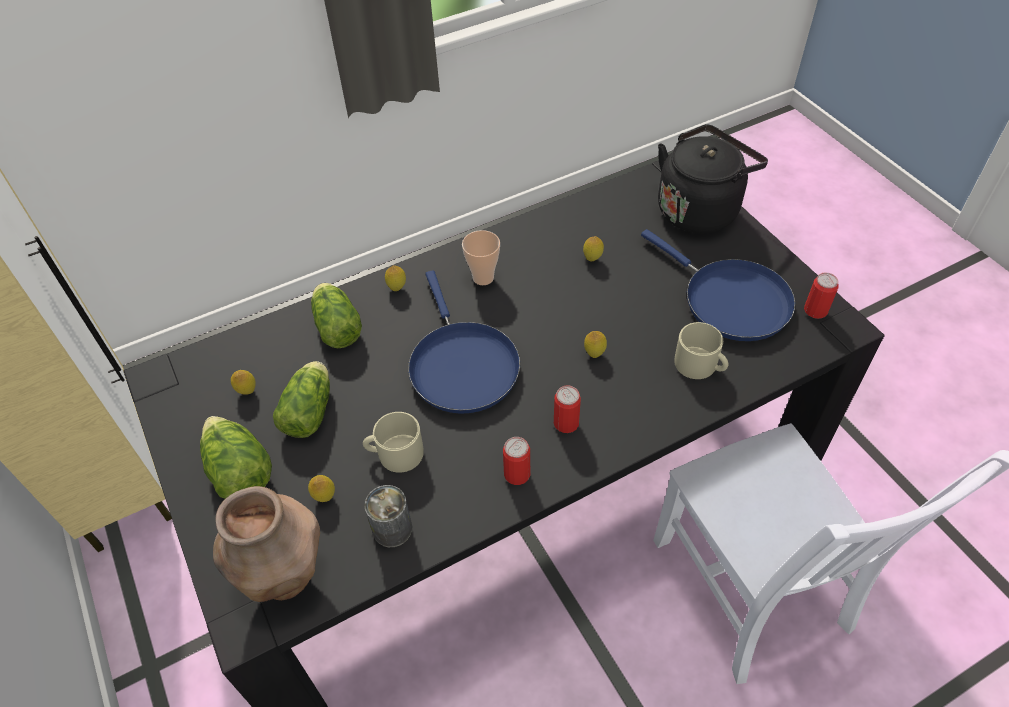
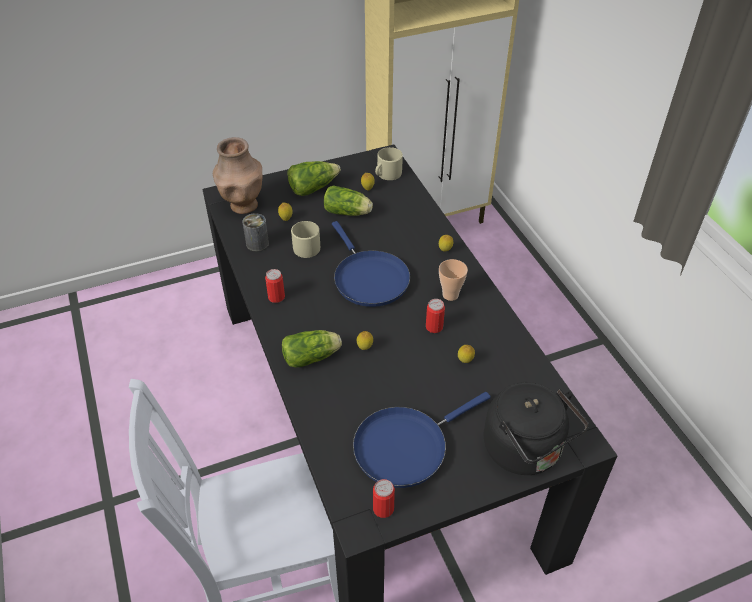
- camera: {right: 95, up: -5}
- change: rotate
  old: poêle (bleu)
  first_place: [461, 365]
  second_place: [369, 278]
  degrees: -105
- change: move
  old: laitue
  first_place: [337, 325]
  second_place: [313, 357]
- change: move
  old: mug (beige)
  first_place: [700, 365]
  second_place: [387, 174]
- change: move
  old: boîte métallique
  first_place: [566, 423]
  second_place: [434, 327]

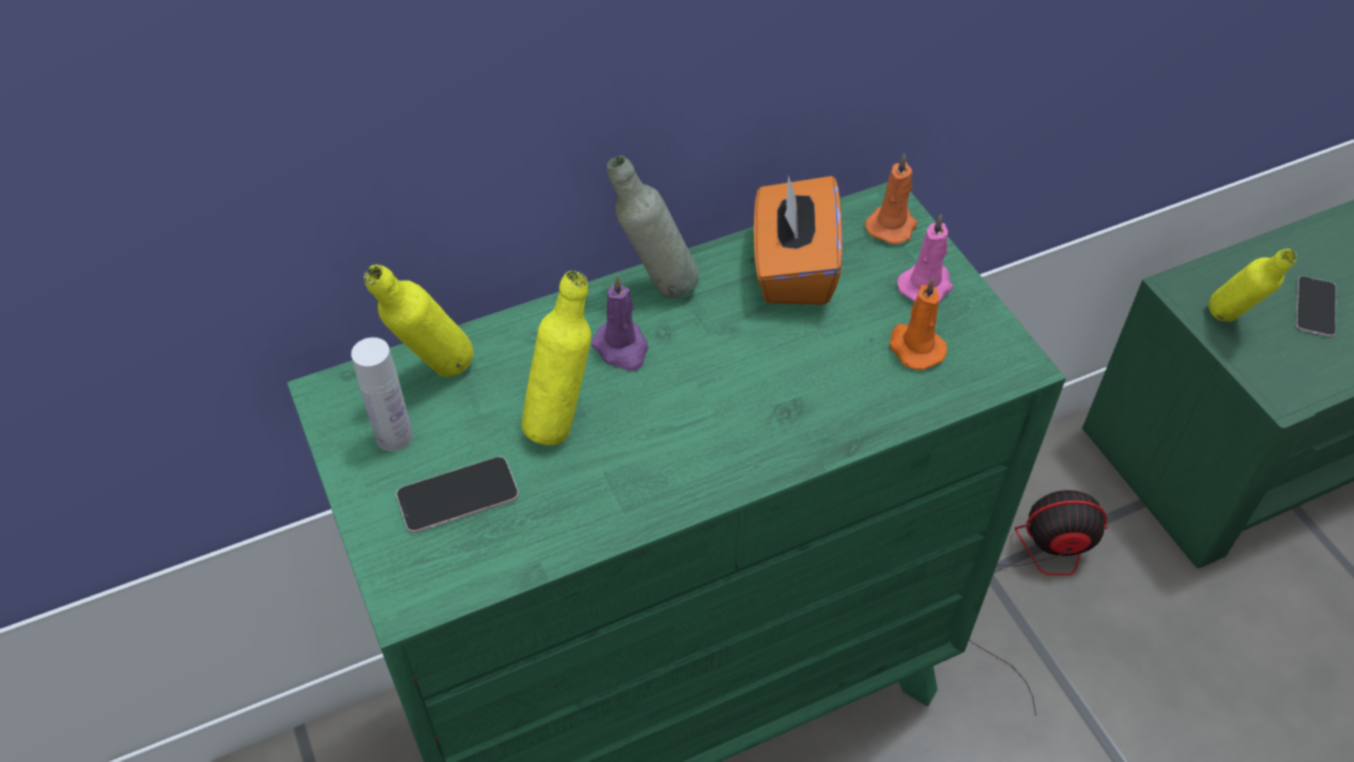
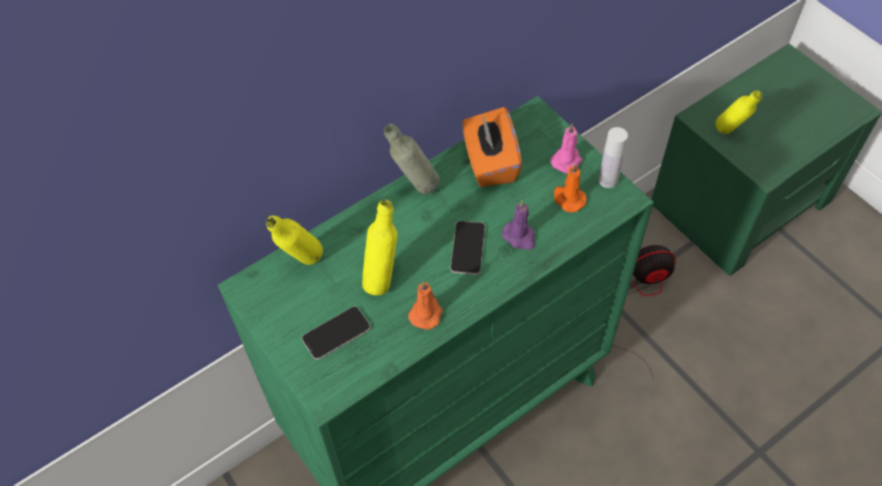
- camera: {right: -10, up: 5}
- change: move
  old: bougie (orange)
  first_place: [892, 225]
  second_place: [426, 313]
- change: move
  old: bougie (violet)
  first_place: [622, 349]
  second_place: [520, 237]
- change: move
  old: téléphone
  first_place: [1315, 307]
  second_place: [468, 248]
- change: move
  old: bouteille (blanc)
  first_place: [394, 436]
  second_place: [608, 180]

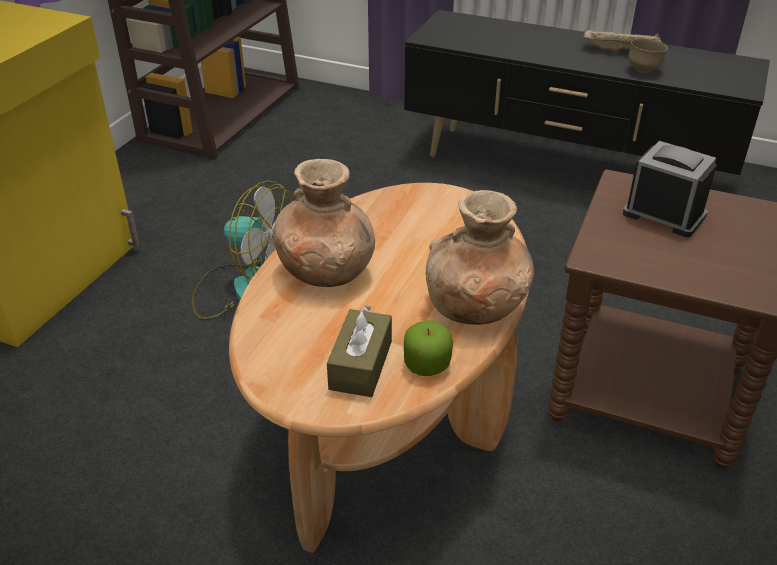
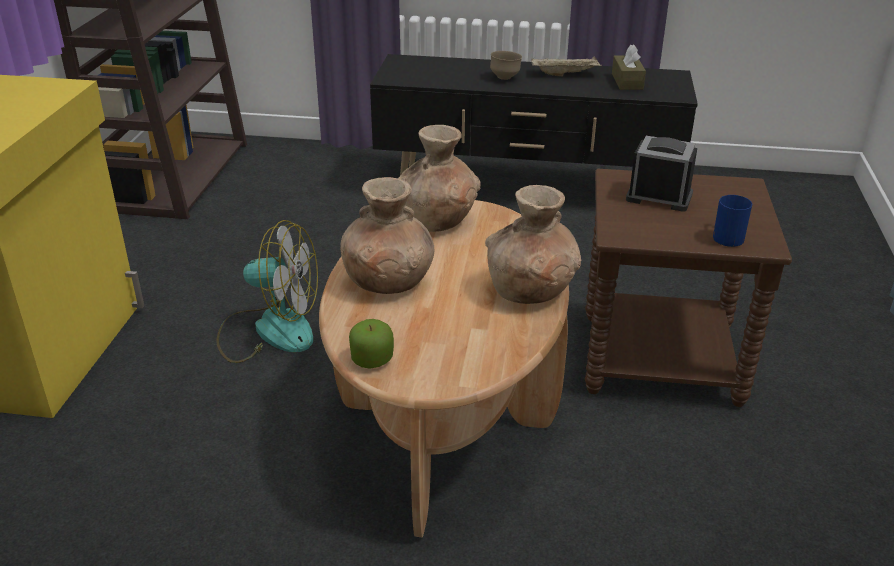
- camera: {right: -15, up: -5}
- change: move
  old: bol (marron)
  first_place: [644, 70]
  second_place: [505, 78]
- change: move
  old: boîte à mouchoirs (marron)
  first_place: [361, 365]
  second_place: [627, 81]
- change: move
  old: pomme
  first_place: [427, 364]
  second_place: [372, 360]
- change: insert
  new: vase (marron)
  second_place: [437, 221]
- change: insert
  new: mug (bleu)
  second_place: [726, 236]

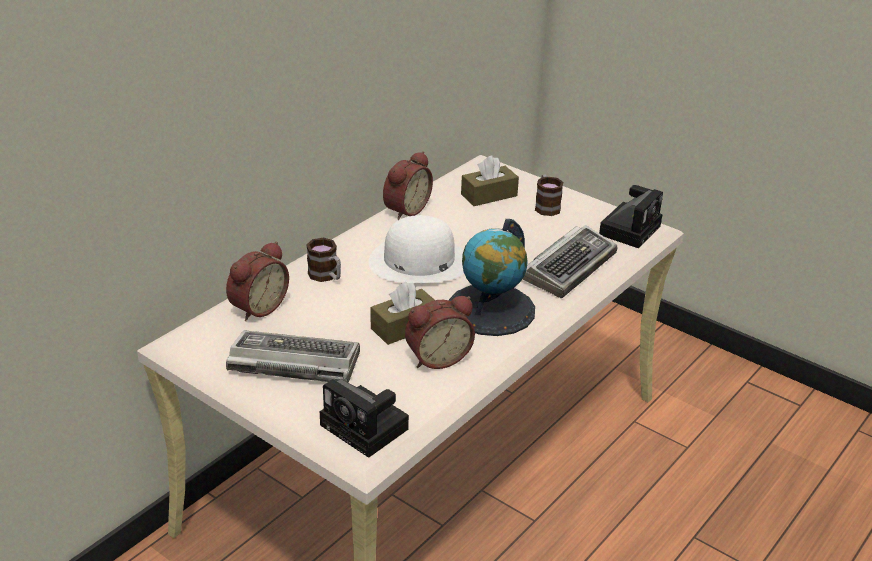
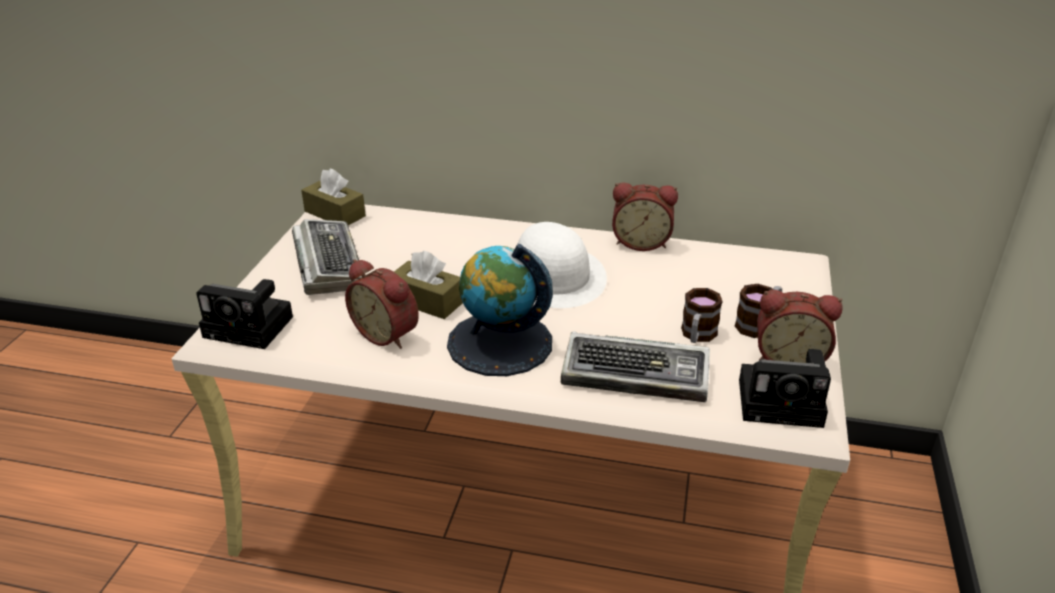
- camera: {right: 65, up: 0}
- change: move
  old: boîte à mouchoirs (marron)
  first_place: [489, 195]
  second_place: [335, 214]
- change: move
  old: mug
  first_place: [326, 276]
  second_place: [697, 336]
- change: move
  old: réveil
  first_place: [257, 307]
  second_place: [789, 358]
- change: rotate
  old: appareil photo
  first_place: [367, 428]
  second_place: [252, 327]
  degrees: -90

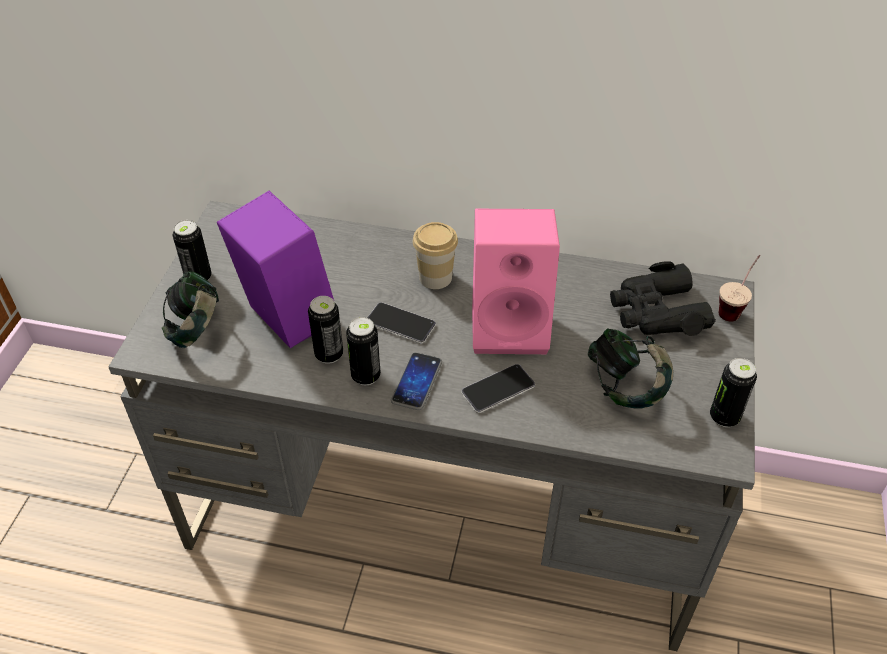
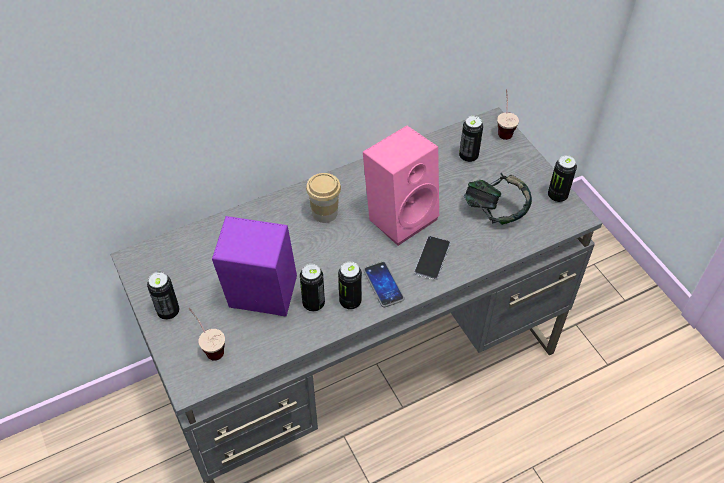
- camera: {right: -40, up: 5}
- change: replace
  old: jumelles (noir)
  new: boîte métallique
  first_place: [656, 312]
  second_place: [468, 156]
- change: replace
  old: casque audio
  new: tasse
  first_place: [196, 329]
  second_place: [209, 346]
- change: delete
  old: téléphone
  first_place: [400, 324]

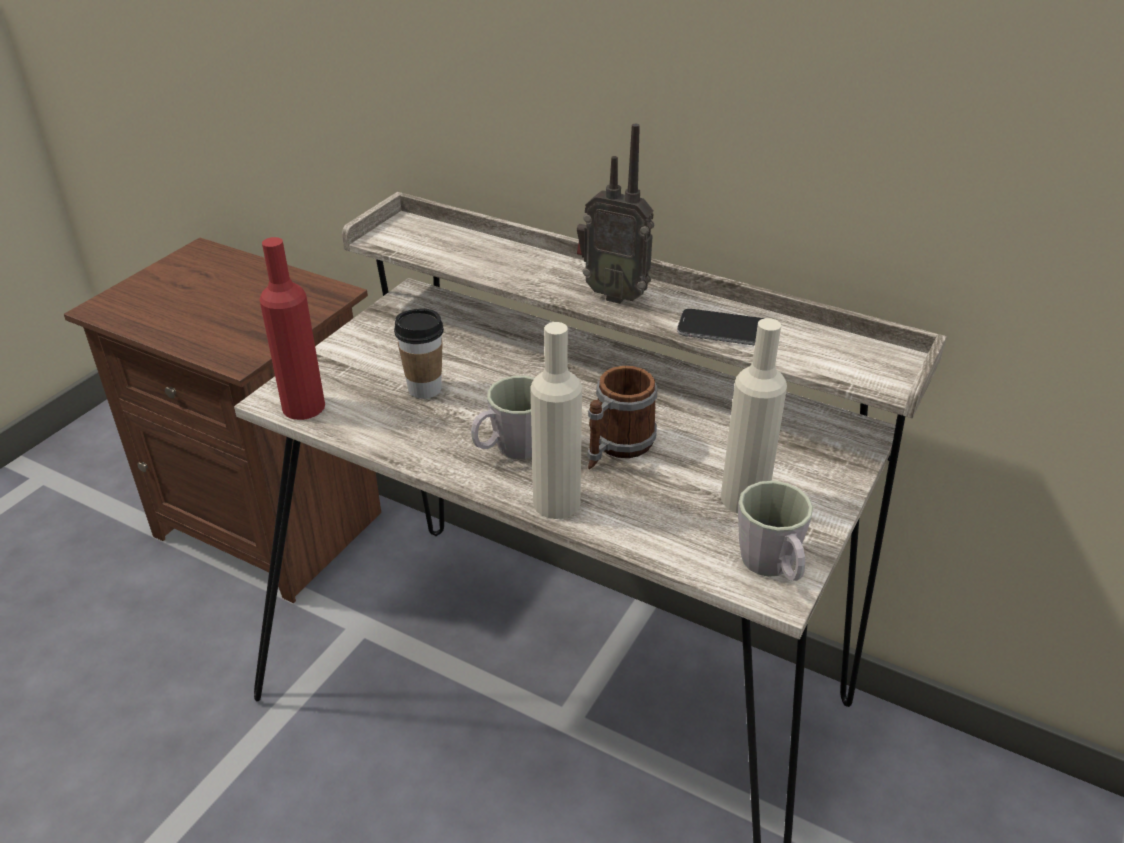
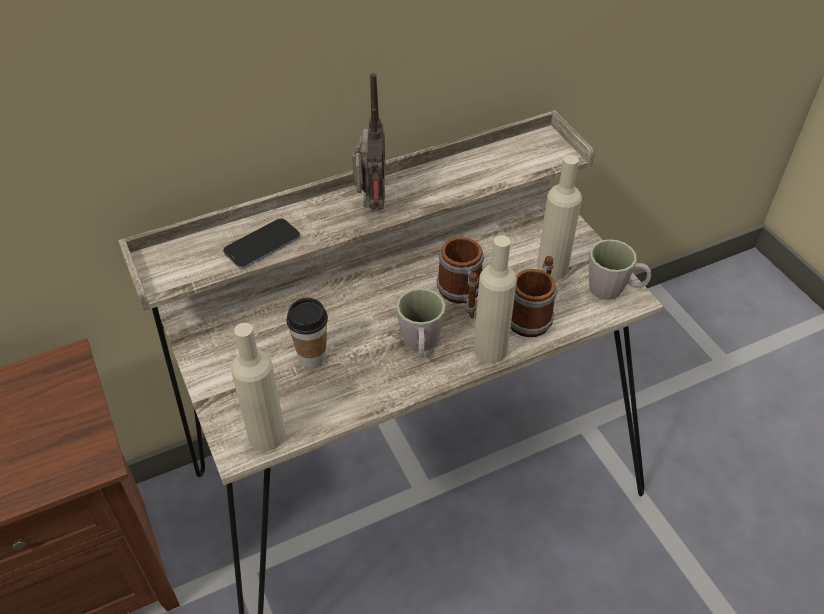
- camera: {right: -55, up: 10}
- change: rotate
  old: radio
  first_place: [615, 294]
  second_place: [371, 205]
  degrees: -60
- change: recolor
  old: bouteille (rouge)
  new: bouteille (beige)
  first_place: [303, 407]
  second_place: [266, 435]
- change: move
  old: téléphone
  first_place: [726, 330]
  second_place: [262, 244]
- change: insert
  new: mug
  second_place: [532, 315]

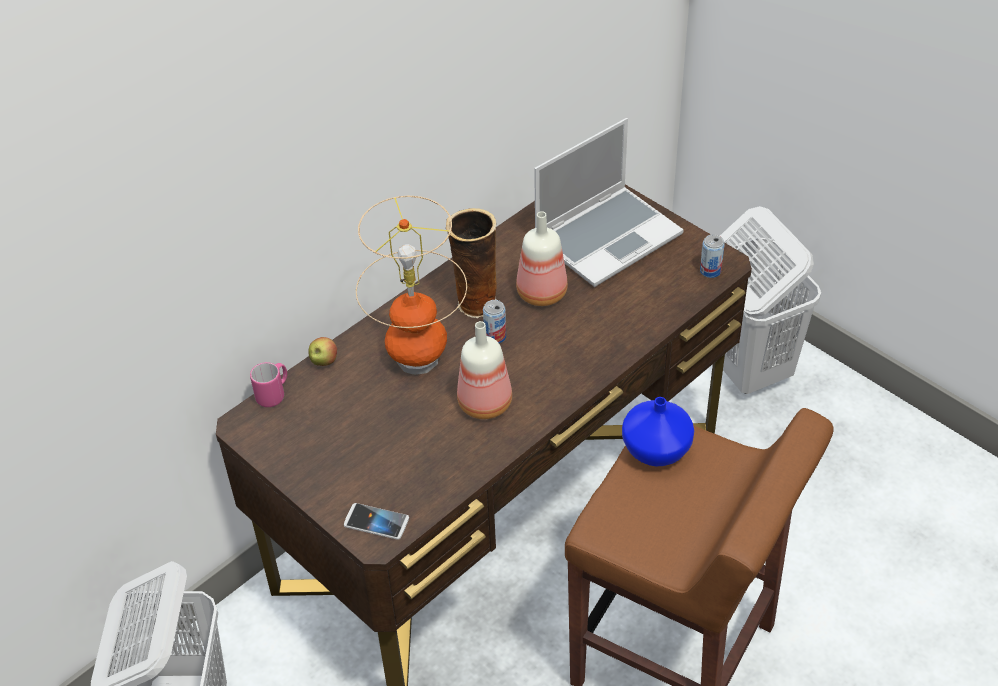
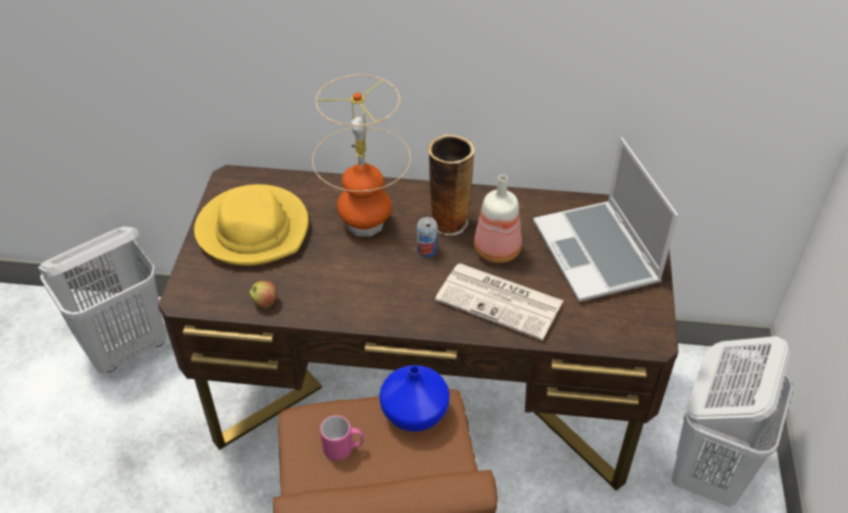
- camera: {right: 50, up: 0}
- change: rotate
  old: ordinateur portable
  first_place: [608, 237]
  second_place: [597, 254]
  degrees: 60
- change: delete
  old: boîte métallique
  first_place: [710, 271]
- change: delete
  old: bouteille
  first_place: [486, 402]
- change: move
  old: pomme
  first_place: [324, 362]
  second_place: [265, 303]
- change: move
  old: mug (rose)
  first_place: [274, 394]
  second_place: [343, 449]
- change: delete
  old: téléphone
  first_place: [376, 522]
- change: insert
  new: chapeau (jaune)
  second_place: [254, 229]
- change: insert
  new: journal
  second_place: [501, 301]

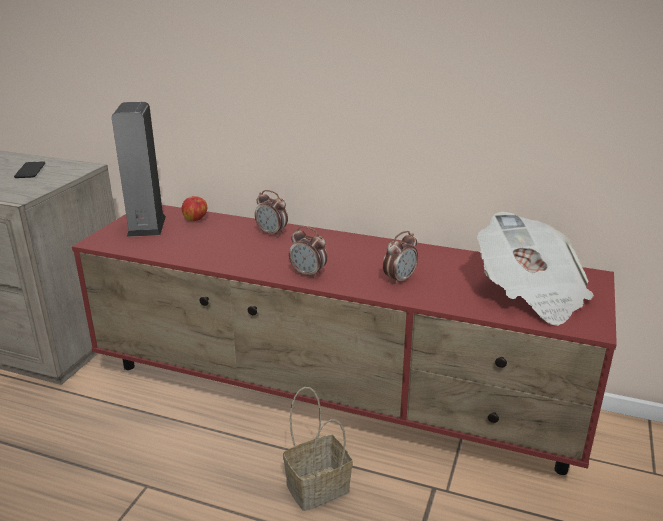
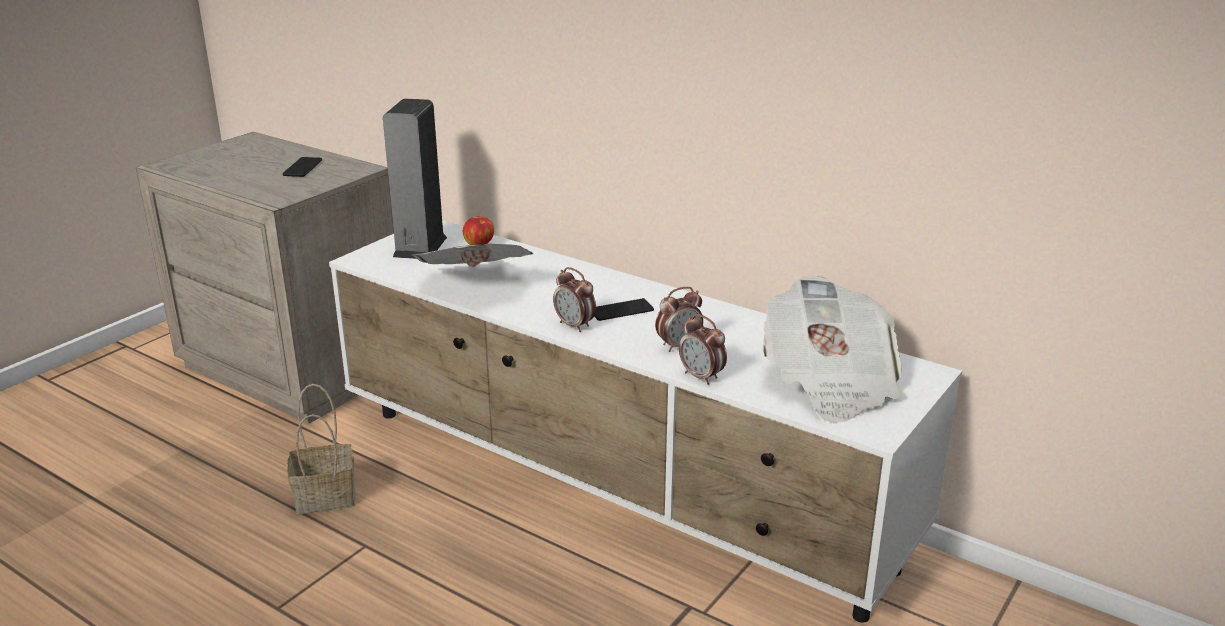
- camera: {right: 15, up: 0}
- change: move
  old: réveil
  first_place: [272, 233]
  second_place: [701, 377]
- change: recolor
  old: meuble télé (rouge)
  new: meuble télé (blanc)
  first_place: [334, 398]
  second_place: [615, 487]
- change: move
  old: panier
  first_place: [319, 486]
  second_place: [327, 496]
- change: insert
  new: journal
  second_place: [475, 285]
- change: insert
  new: téléphone
  second_place: [621, 310]

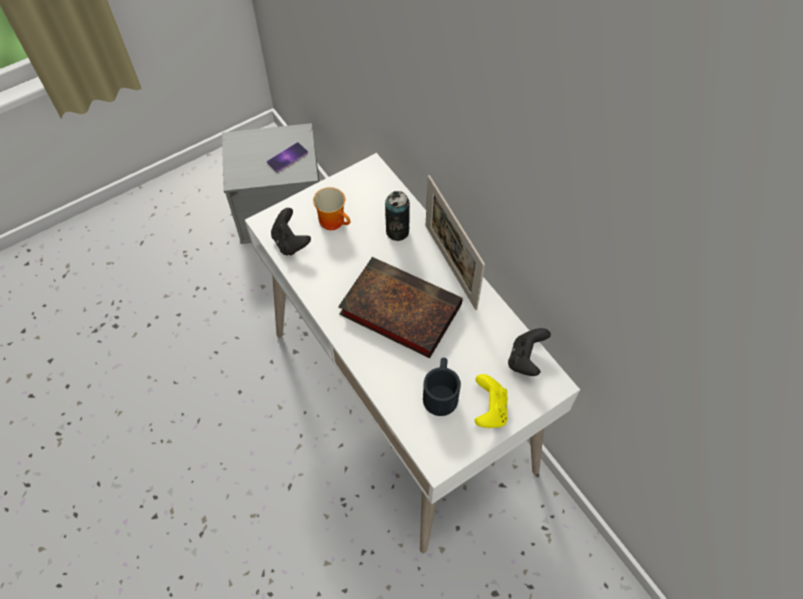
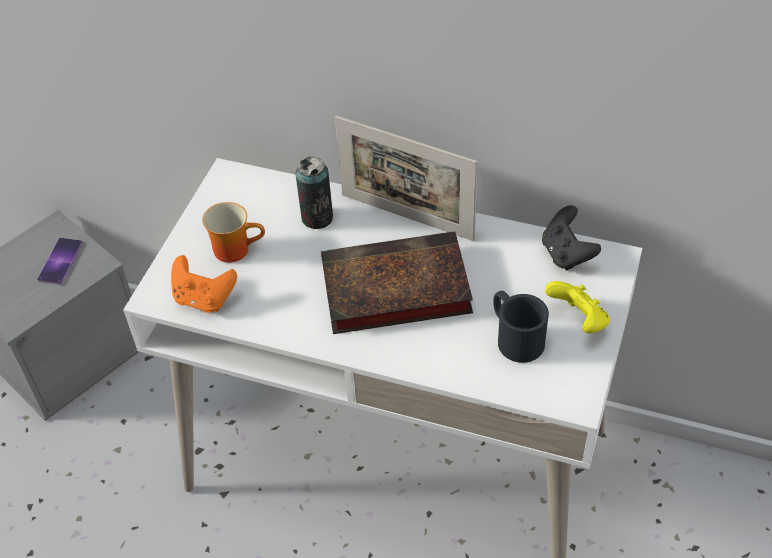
- camera: {right: -35, up: -10}
- change: recolor
  old: manette (noir)
  new: manette (orange)
  first_place: [290, 242]
  second_place: [204, 299]

